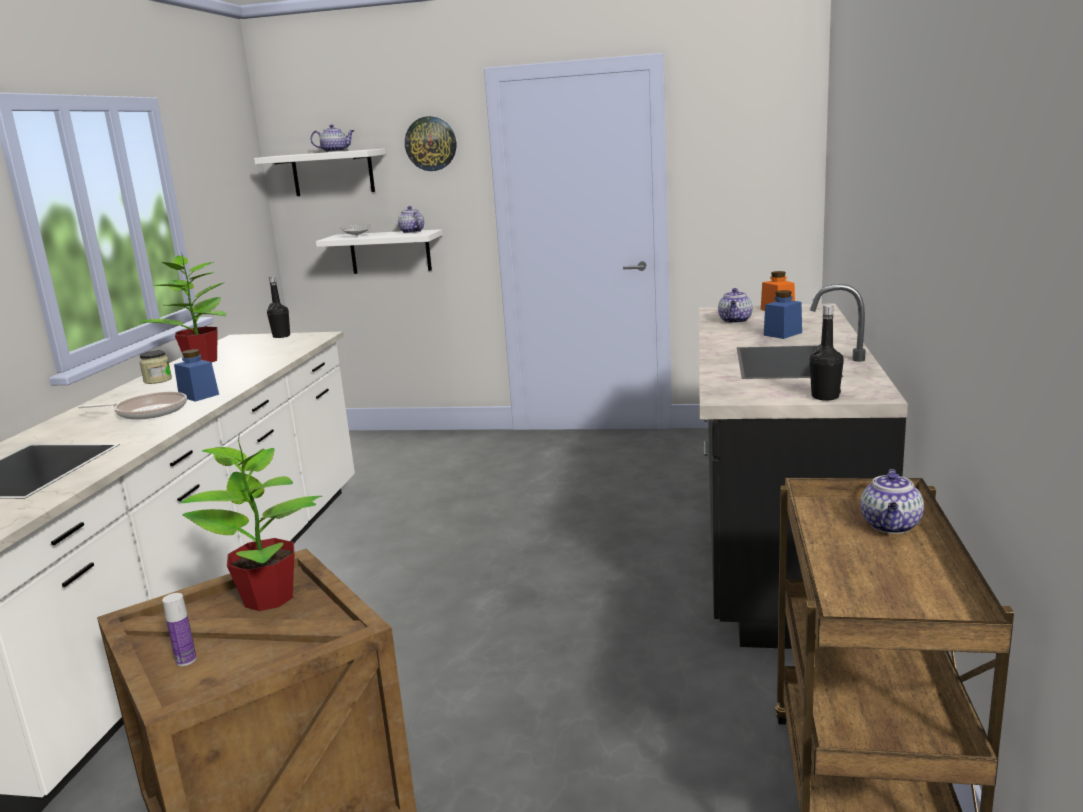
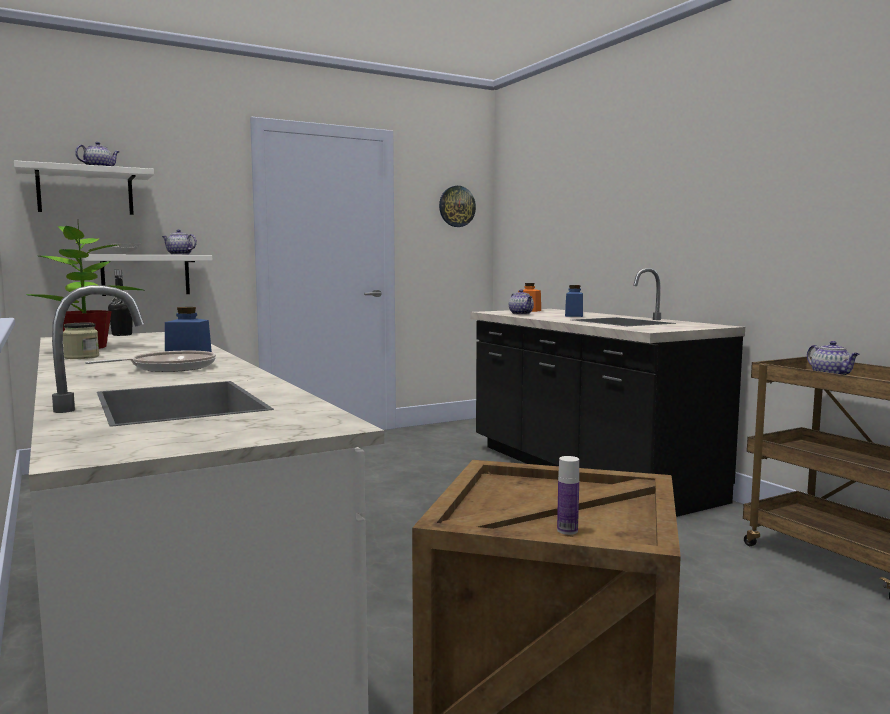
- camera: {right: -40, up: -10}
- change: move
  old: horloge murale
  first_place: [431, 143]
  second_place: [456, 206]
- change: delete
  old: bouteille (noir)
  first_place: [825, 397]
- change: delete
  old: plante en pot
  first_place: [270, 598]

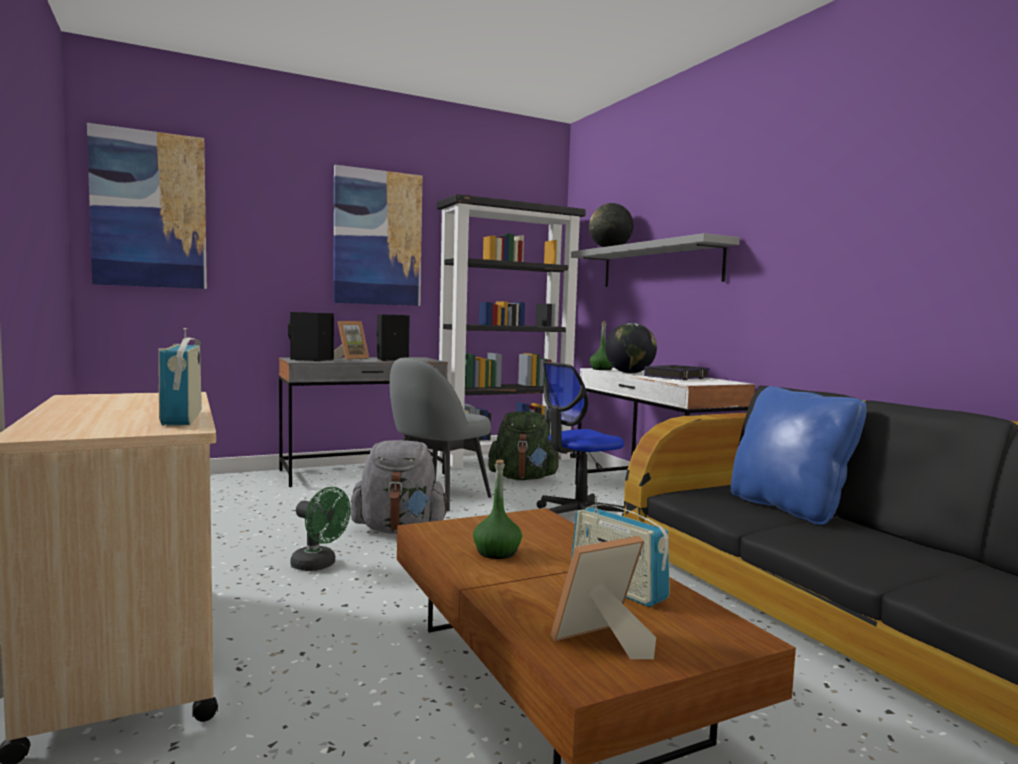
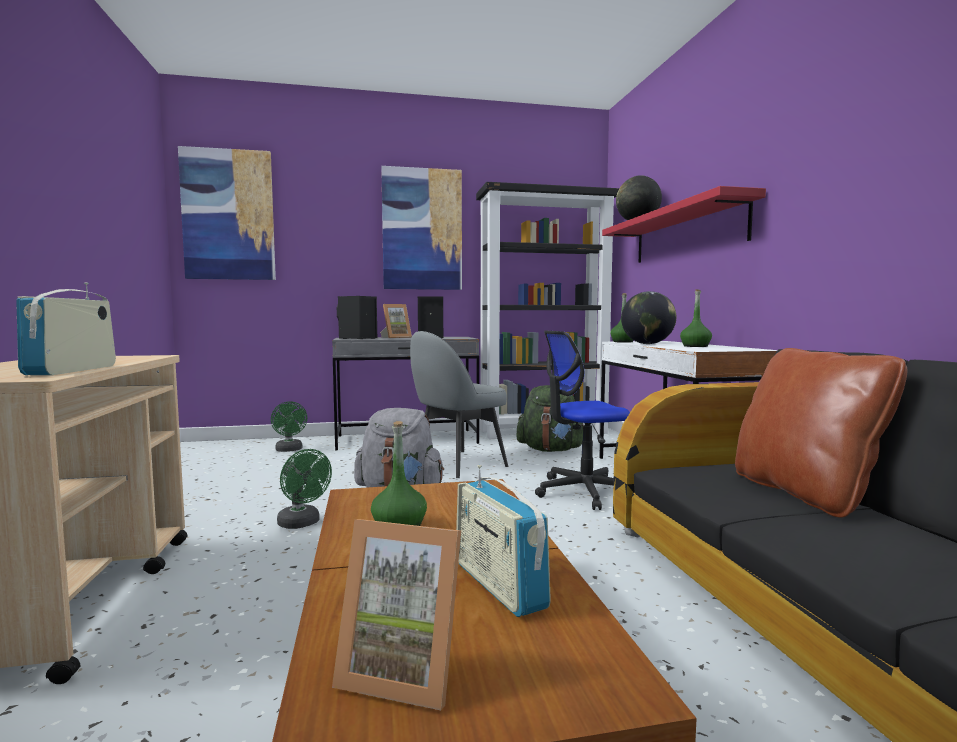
- camera: {right: 15, up: 0}
- change: recolor
  old: étagère (gris)
  new: étagère (rouge)
  first_place: [659, 265]
  second_place: [686, 233]
- change: replace
  old: livre
  new: bouteille (vert)
  first_place: [677, 377]
  second_place: [695, 346]
- change: recolor
  old: coussin (bleu)
  new: coussin (marron)
  first_place: [788, 508]
  second_place: [804, 493]
- change: rotate
  old: cadre photo
  first_place: [601, 644]
  second_place: [404, 670]
  degrees: -150
- change: insert
  new: ventilateur (vert)
  second_place: [289, 450]

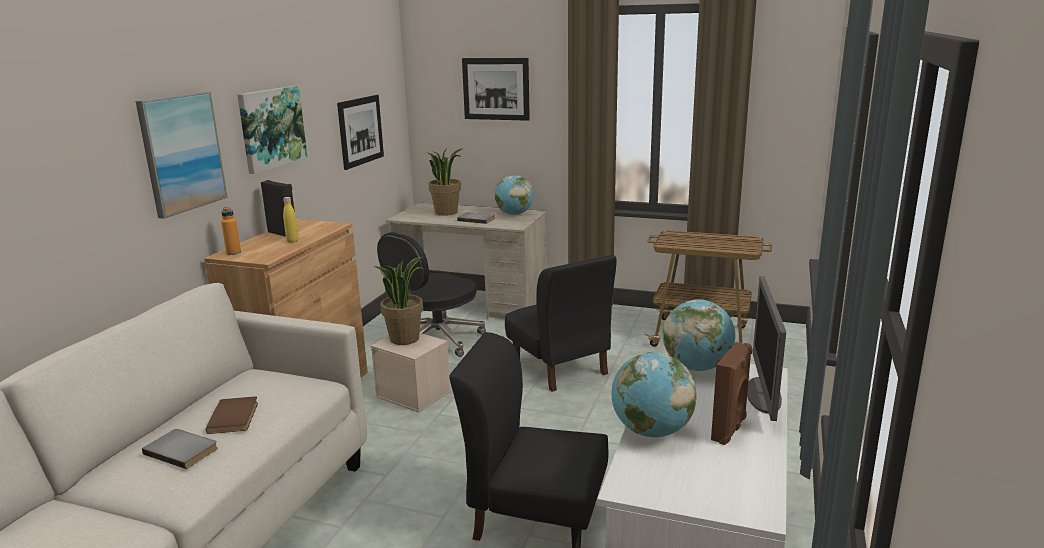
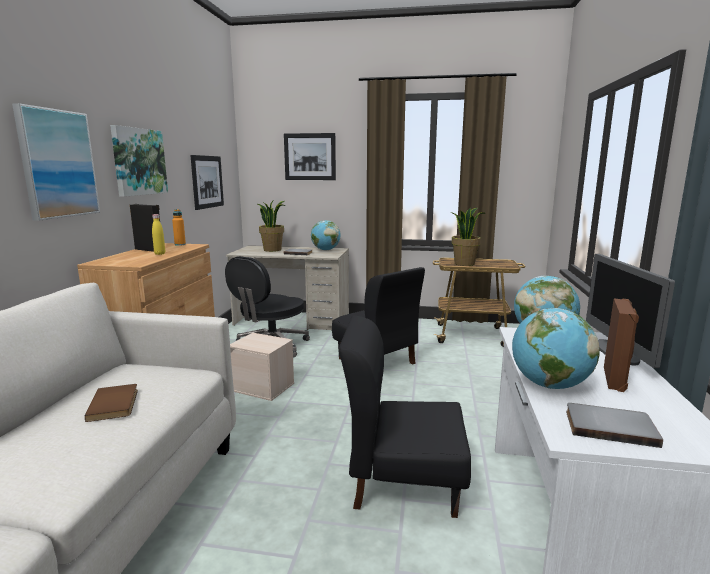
- camera: {right: -10, up: -5}
- change: move
  old: bouteille (orange)
  first_place: [233, 253]
  second_place: [180, 244]
- change: move
  old: plante en pot
  first_place: [404, 338]
  second_place: [464, 264]
- change: move
  old: livre (gris)
  first_place: [183, 450]
  second_place: [609, 426]

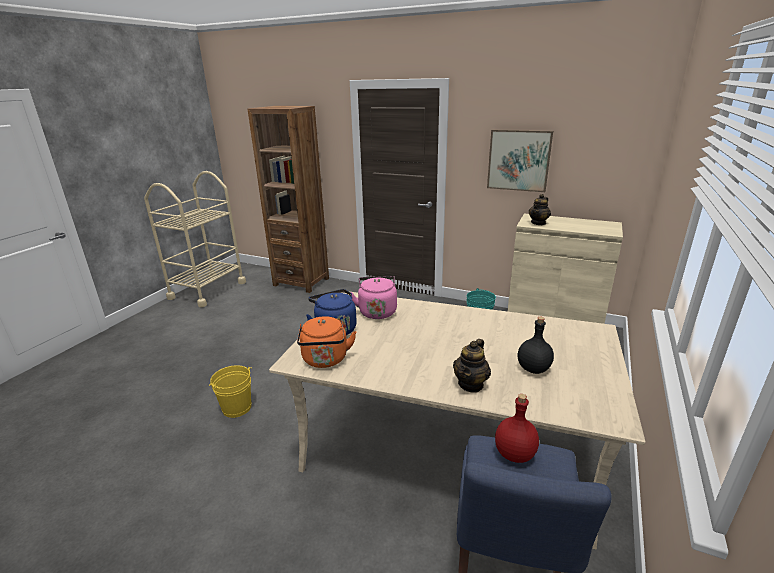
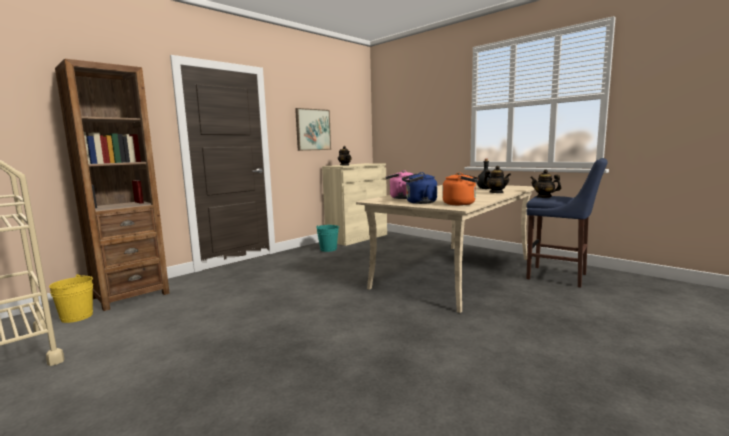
- camera: {right: -70, up: -15}
- change: move
  old: seau (jaune)
  first_place: [236, 408]
  second_place: [77, 317]
- change: replace
  old: bouteille (rouge)
  new: théière
  first_place: [514, 454]
  second_place: [544, 197]

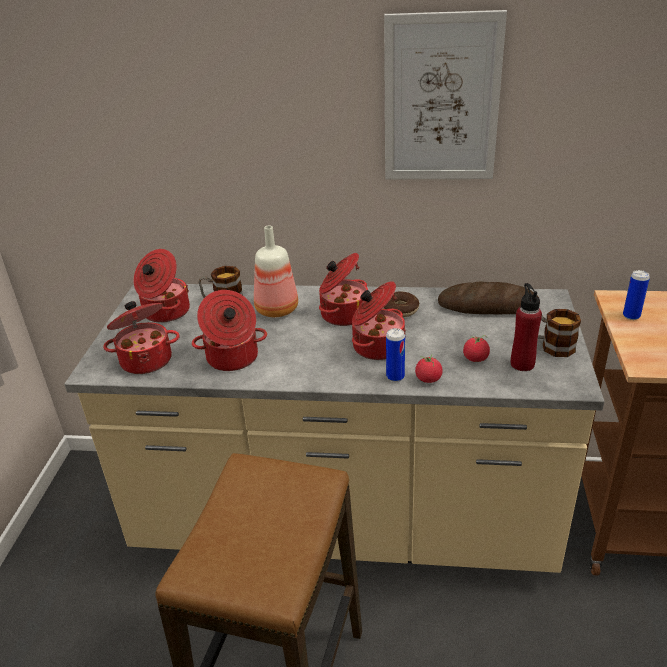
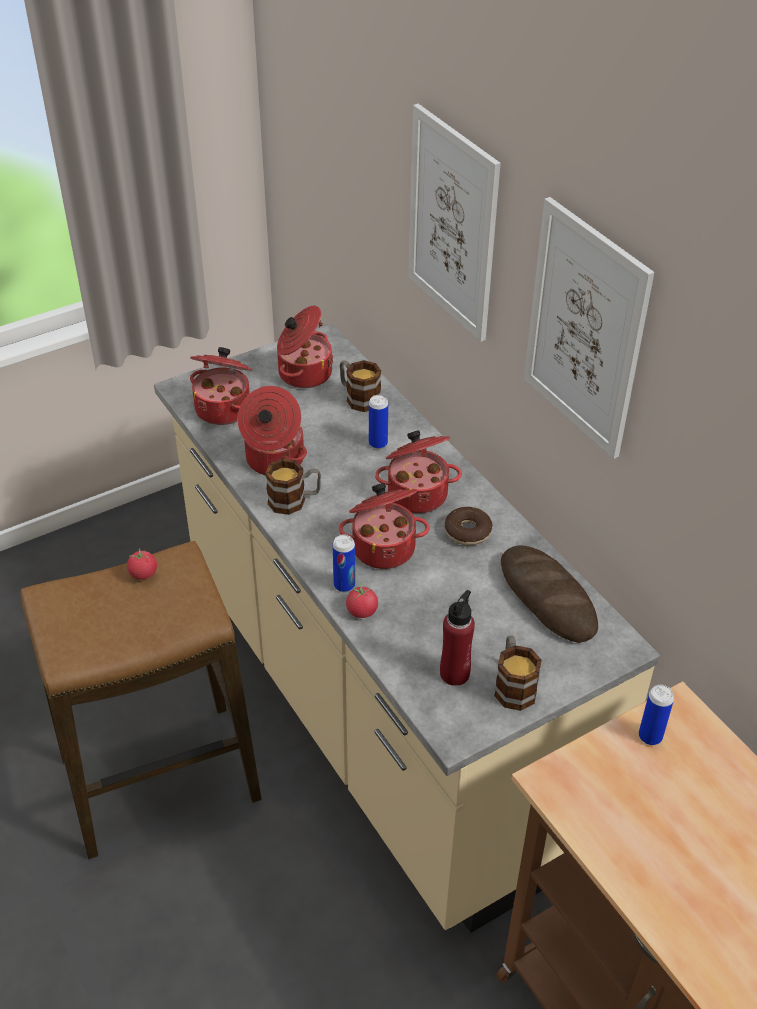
- camera: {right: 50, up: 10}
- change: replace
  old: bouteille
  new: boîte métallique
  first_place: [277, 310]
  second_place: [378, 443]
- change: move
  old: tomate
  first_place: [475, 358]
  second_place: [143, 573]
- change: insert
  new: tableau
  second_place: [452, 224]
- change: insert
  new: mug
  second_place: [294, 500]

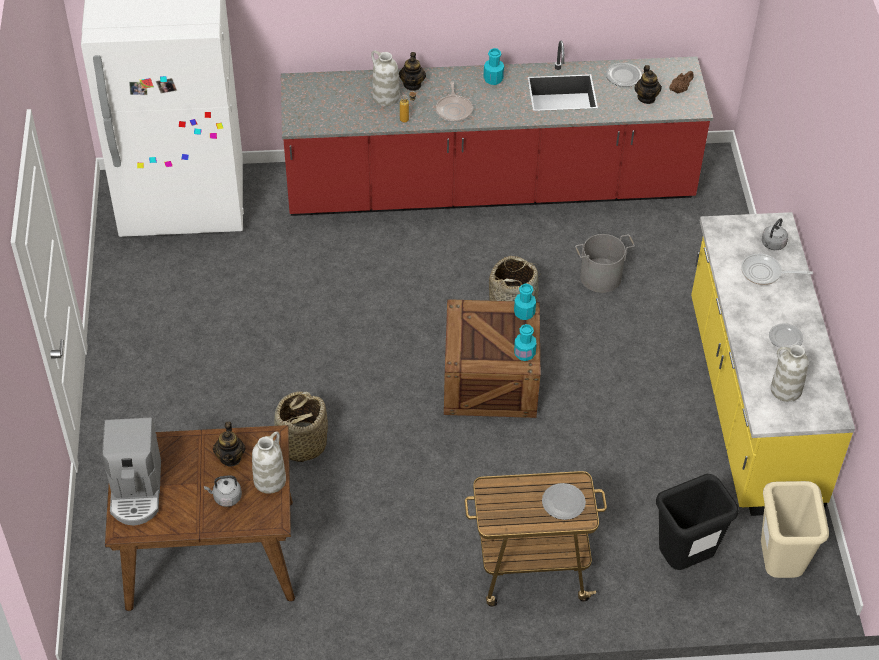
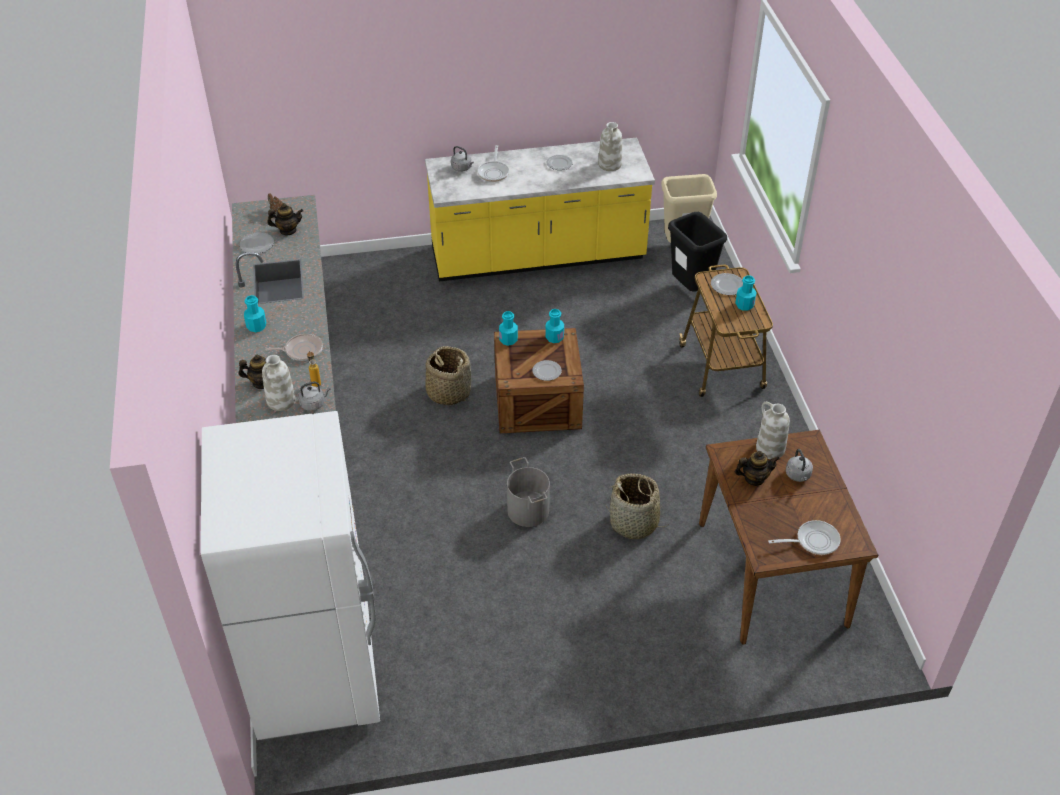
- camera: {right: -95, up: -5}
- change: move
  old: seau (gris)
  first_place: [601, 277]
  second_place: [528, 510]
- change: replace
  old: machine à café
  new: poêle
  first_place: [136, 491]
  second_place: [813, 541]
- change: insert
  new: bouteille (turquoise)
  second_place: [744, 305]
- change: insert
  new: assiette
  second_place: [546, 371]
- change: insert
  new: bouilloire (gris)
  second_place: [314, 403]

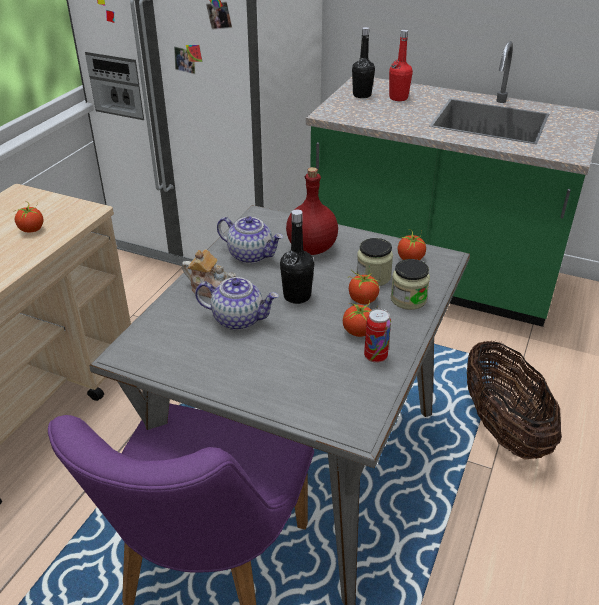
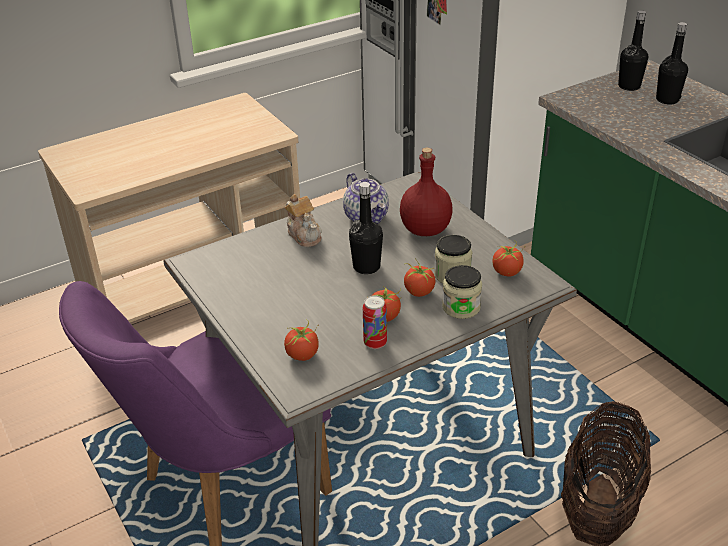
- camera: {right: 35, up: 0}
- change: recolor
  old: bouteille (rouge)
  new: bouteille (noir)
  first_place: [398, 98]
  second_place: [667, 100]
- change: move
  old: tomate
  first_place: [31, 229]
  second_place: [302, 354]
- change: delete
  old: théière
  first_place: [238, 319]

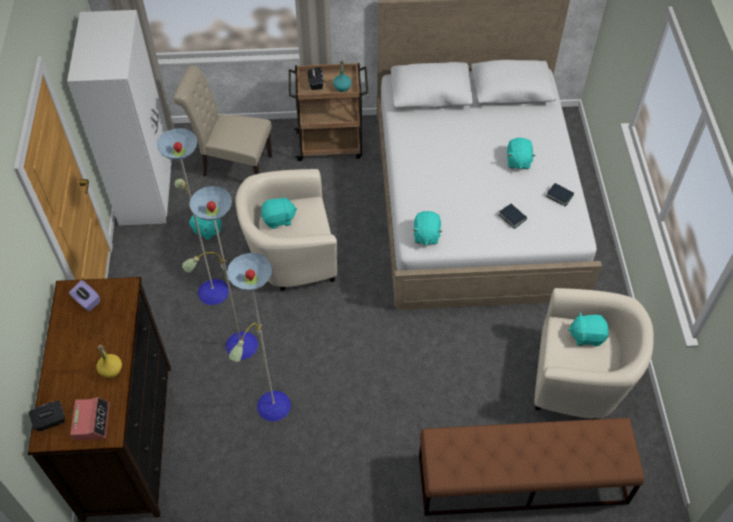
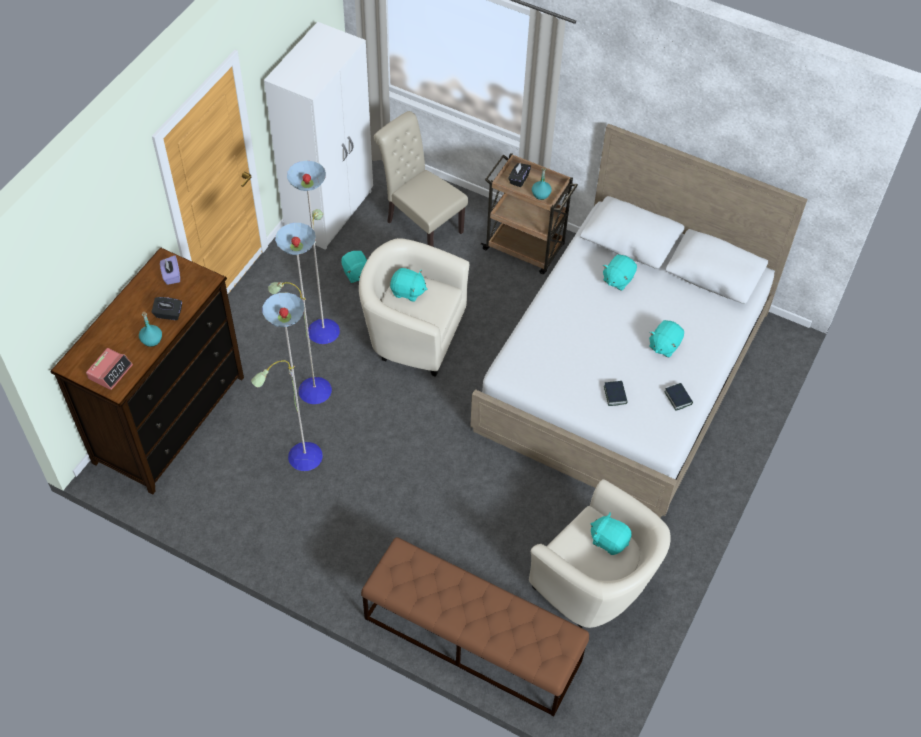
- camera: {right: 30, up: 0}
- change: move
  old: peluche (turquoise)
  first_place: [426, 235]
  second_place: [617, 279]
- change: recolor
  old: bouteille (jaune)
  new: bouteille (turquoise)
  first_place: [111, 369]
  second_place: [152, 340]
- change: move
  old: boîte à mouchoirs (noir)
  first_place: [50, 421]
  second_place: [168, 314]

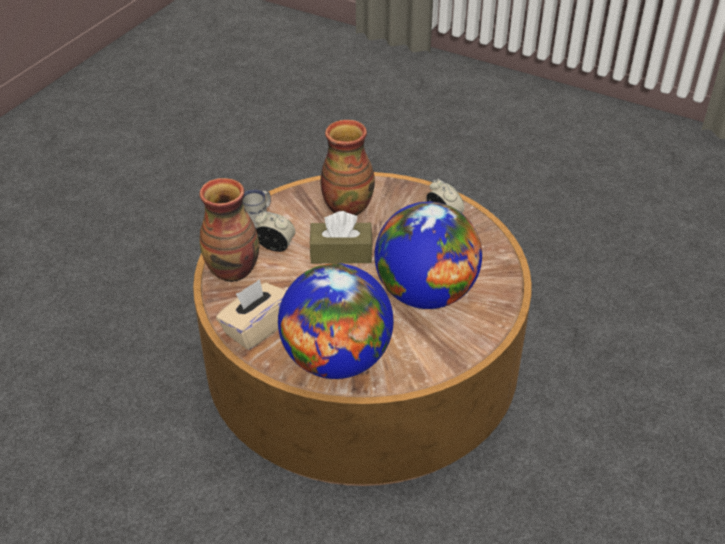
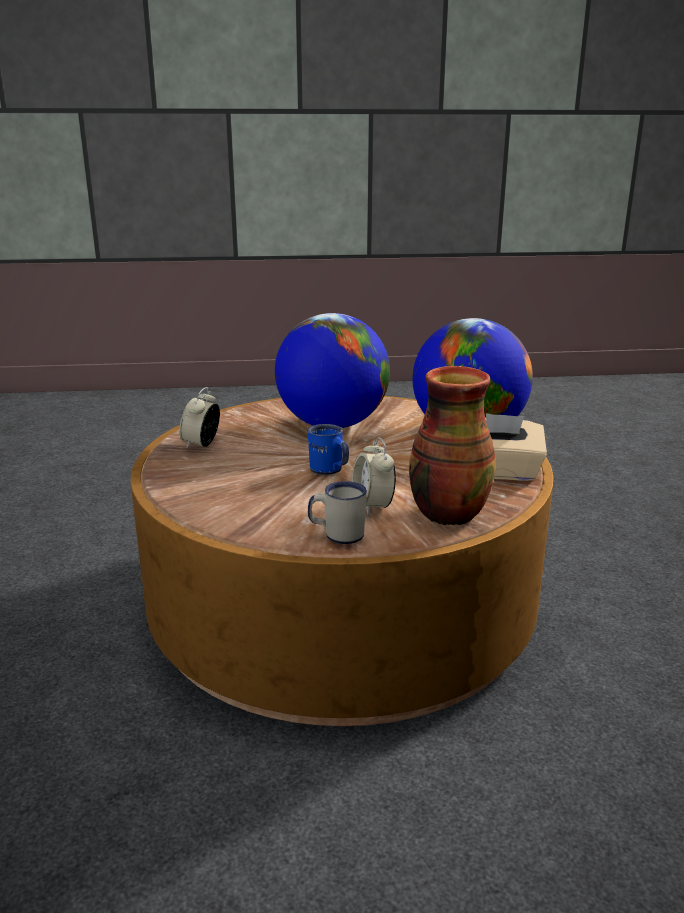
- camera: {right: -125, up: -20}
- change: delete
  old: vase
  first_place: [347, 207]
- change: replace
  old: boîte à mouchoirs (marron)
  new: mug (bleu)
  first_place: [341, 253]
  second_place: [329, 471]

